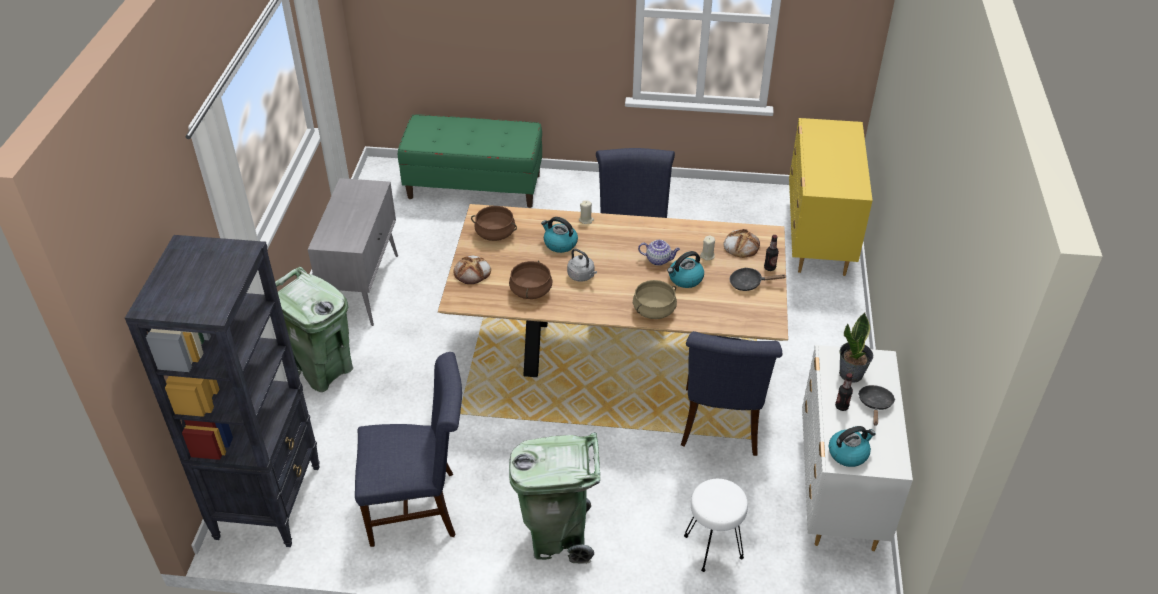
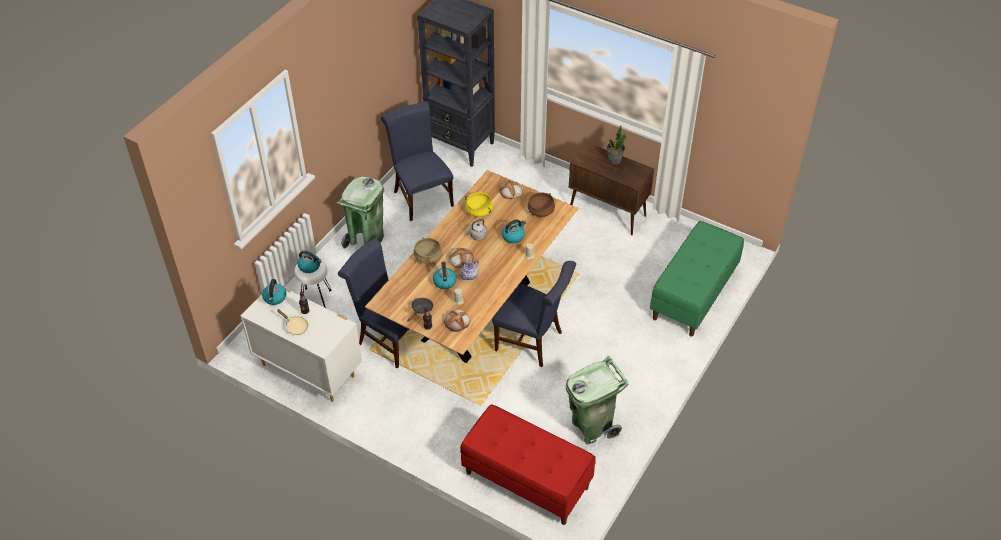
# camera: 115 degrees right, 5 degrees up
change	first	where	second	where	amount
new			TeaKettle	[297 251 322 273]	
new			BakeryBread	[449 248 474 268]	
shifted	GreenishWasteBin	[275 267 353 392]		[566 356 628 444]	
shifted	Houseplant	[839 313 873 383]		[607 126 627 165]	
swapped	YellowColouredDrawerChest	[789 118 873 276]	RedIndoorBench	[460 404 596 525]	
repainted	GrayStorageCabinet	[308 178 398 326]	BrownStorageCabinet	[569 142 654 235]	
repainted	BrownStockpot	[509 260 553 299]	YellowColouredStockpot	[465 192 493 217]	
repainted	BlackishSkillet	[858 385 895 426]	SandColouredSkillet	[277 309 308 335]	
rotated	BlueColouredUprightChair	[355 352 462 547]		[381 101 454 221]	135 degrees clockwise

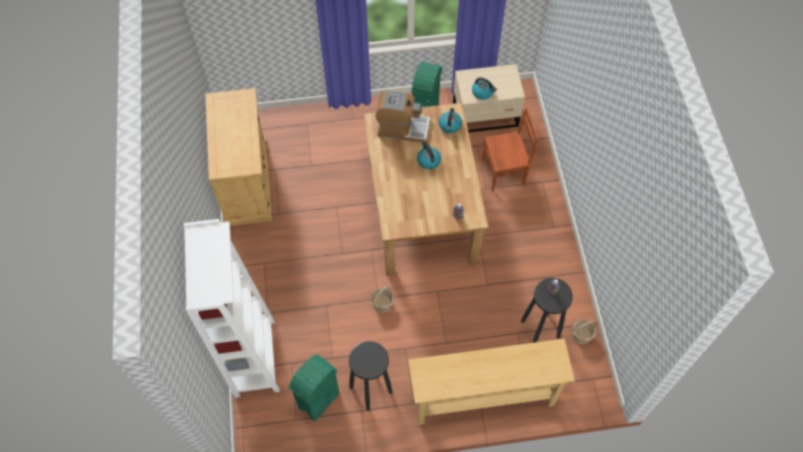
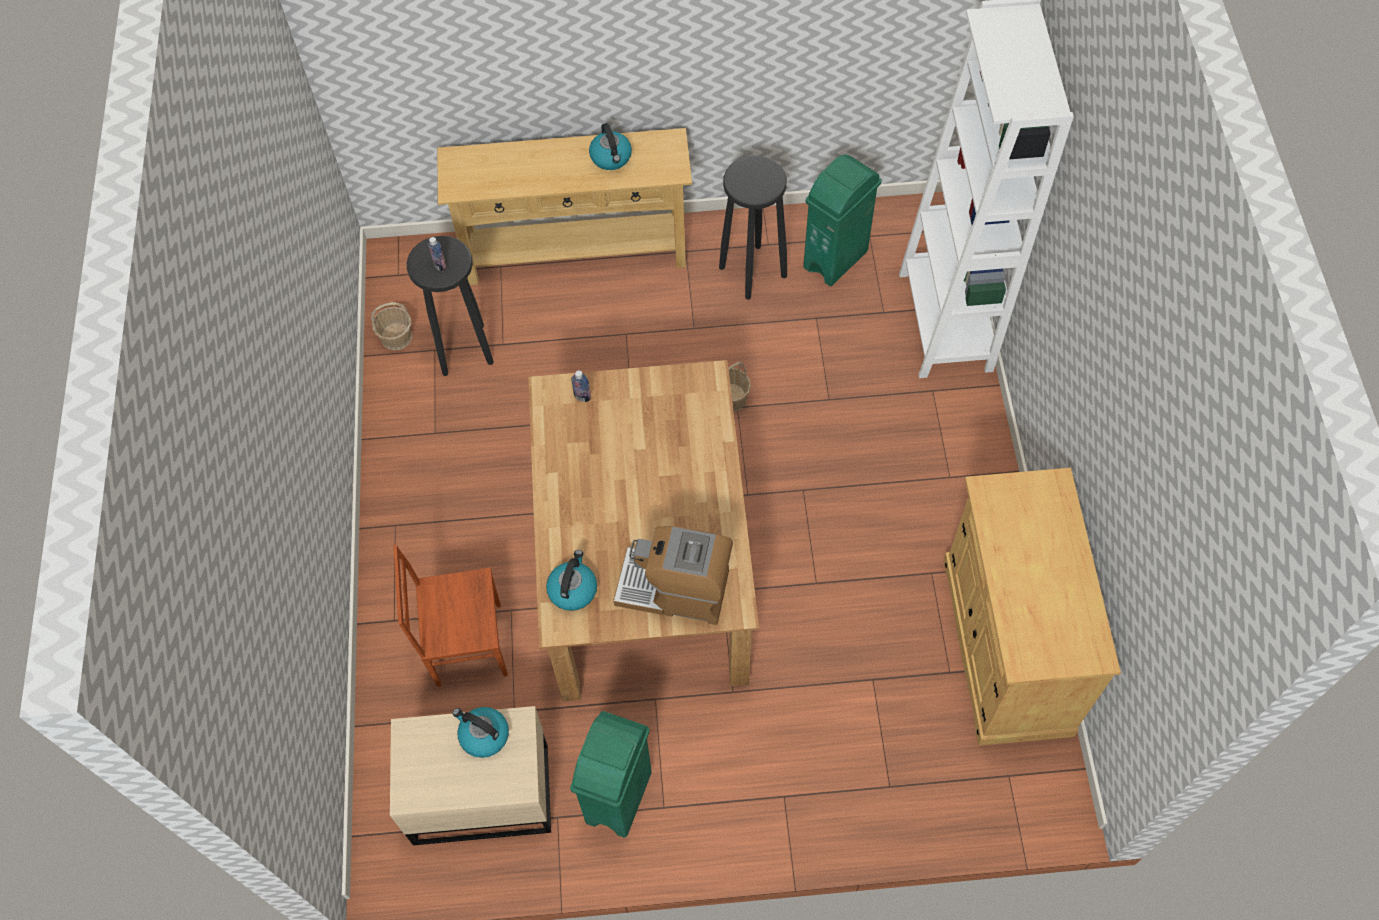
# camera: 175 degrees left, 0 degrees up
change	first	where	second	where	amount
shifted	TeaKettle	[417 141 441 169]		[589 123 632 170]	

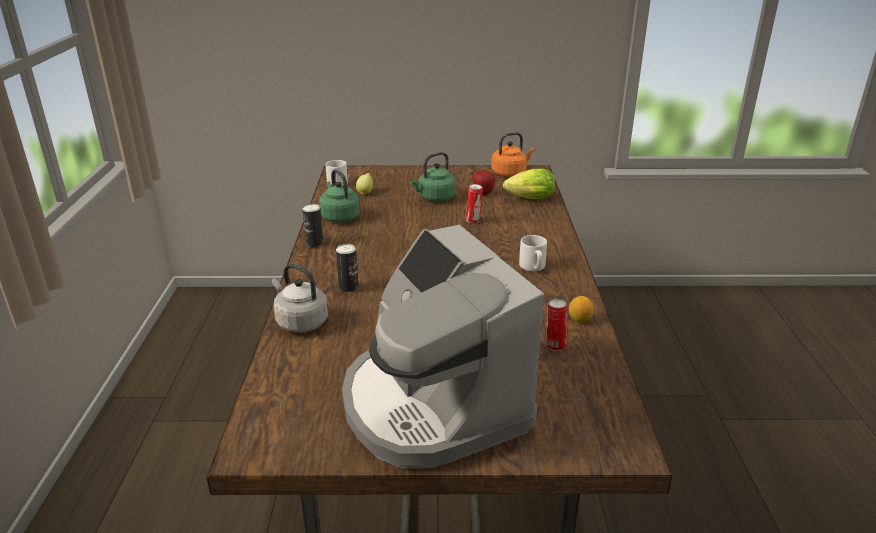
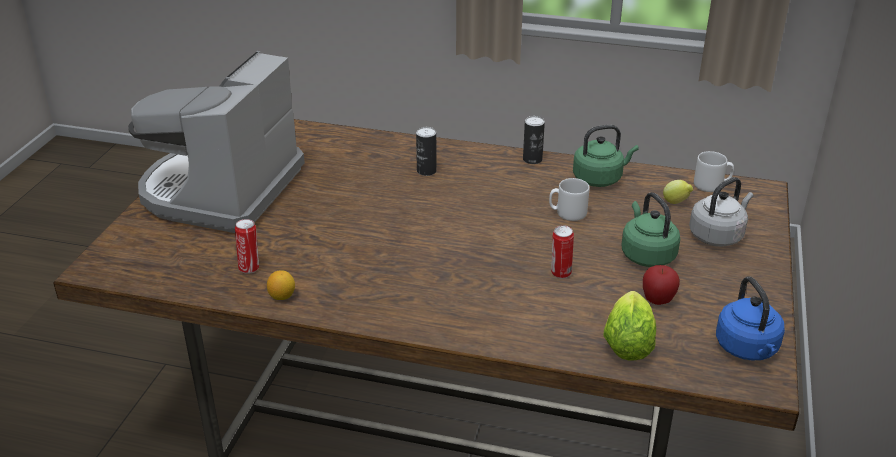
# camera: 105 degrees right, 5 degrees up
change	first	where	second	where	amount
shifted	GrayTeaKettle	[272 263 328 333]		[689 177 754 247]	
shifted	GrayCoffeeMug	[519 235 547 272]		[549 178 590 221]	
repainted	OrangeColouredTeaKettle	[491 132 535 177]	BlueColouredTeaKettle	[716 277 785 361]	
rotated	CoffeeBrewer	[342 225 544 469]		[128 51 305 233]	60 degrees counterclockwise

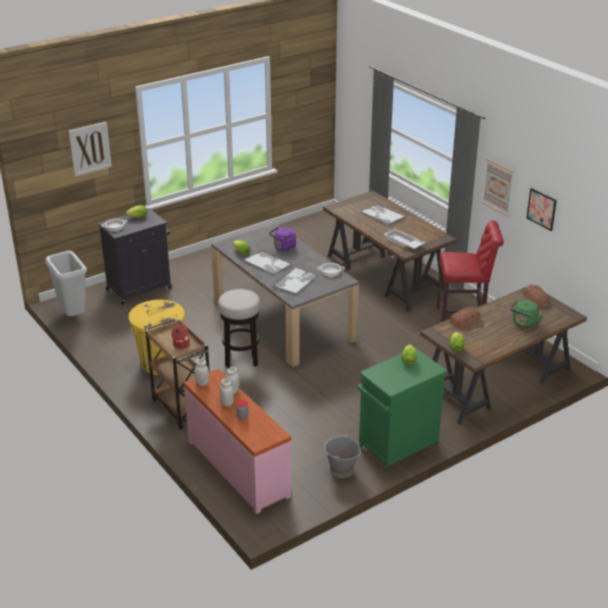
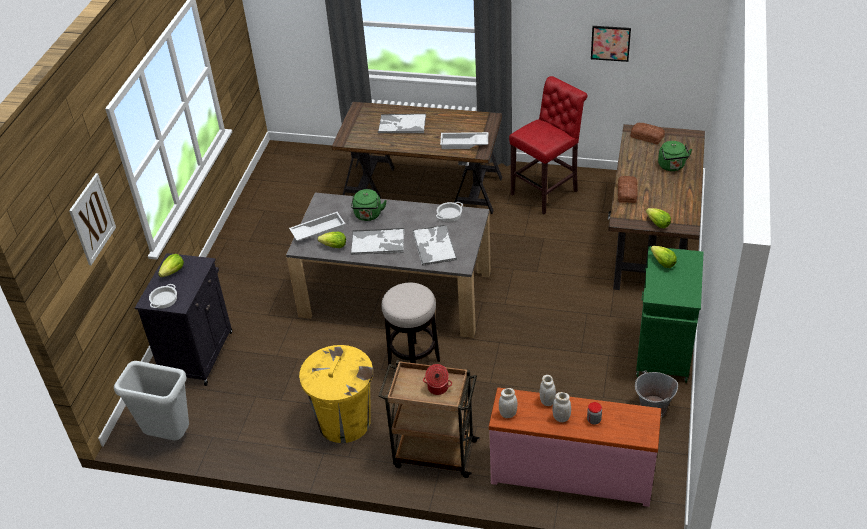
# camera: 40 degrees left, 10 degrees up
change	first	where	second	where	amount
gone	Picture	[481 158 515 216]			
new			WhitishCarryingTray	[289 212 345 241]	
repainted	PurplishTeaKettle	[269 227 296 252]	GreenishTeaKettle	[351 189 387 221]	

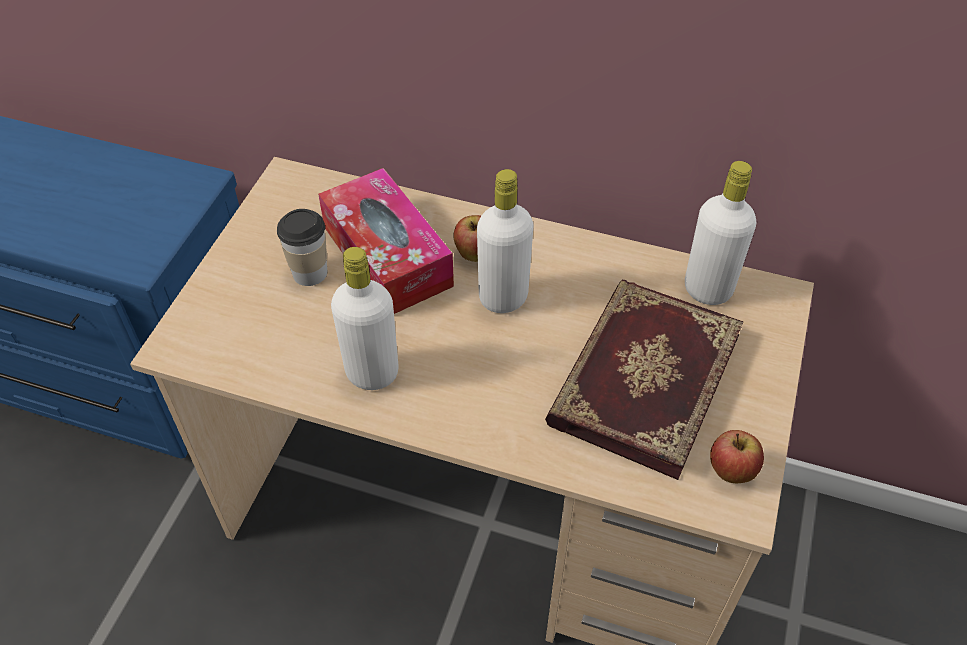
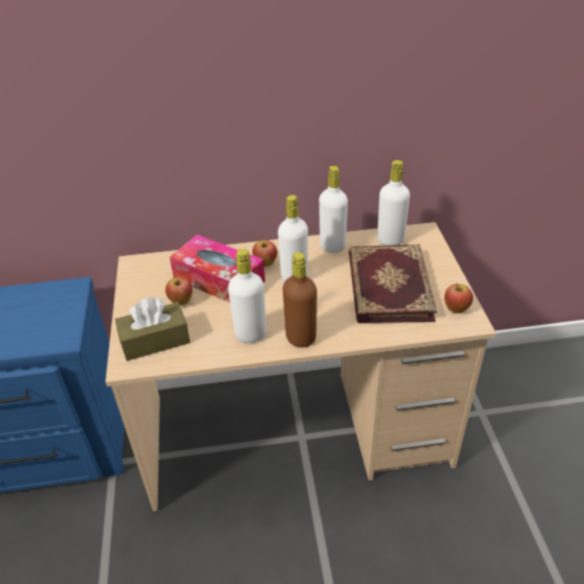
# camera: 25 degrees left, 10 degrees down
change	first	where	second	where	amount
new			BrownBoxOfTissues	[115 298 190 361]	
new			BrownBottle	[283 252 317 348]	
new			WhitishBottle	[319 166 348 253]	
swapped	DrinkingCup	[277 209 327 286]	AppleFruit	[165 277 192 305]	

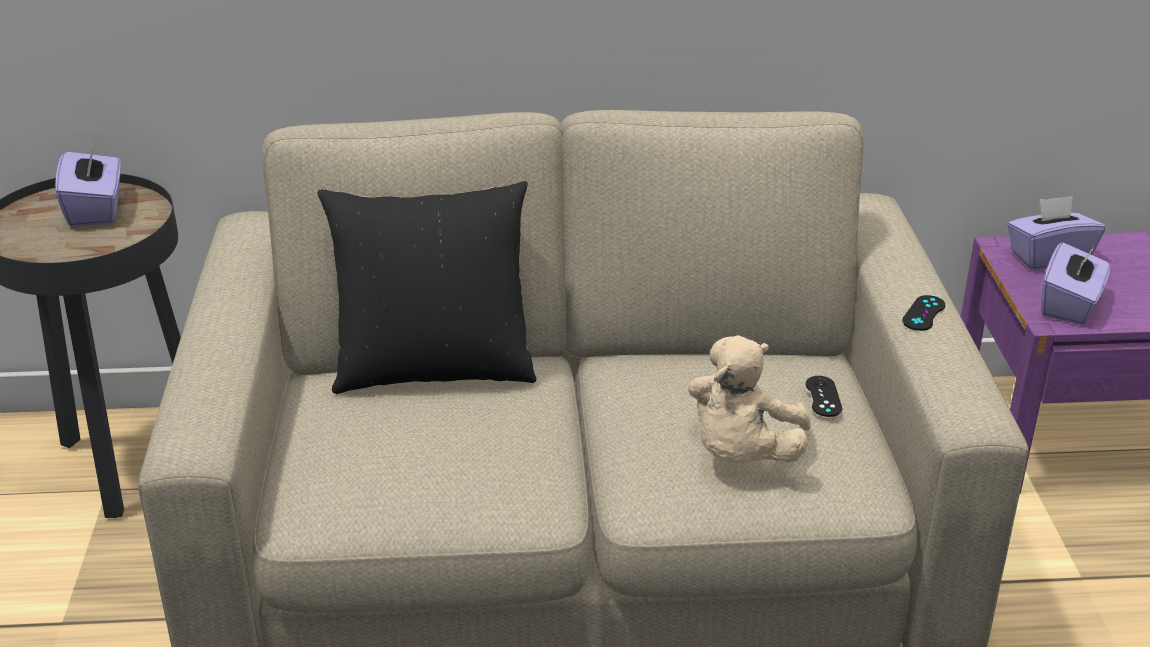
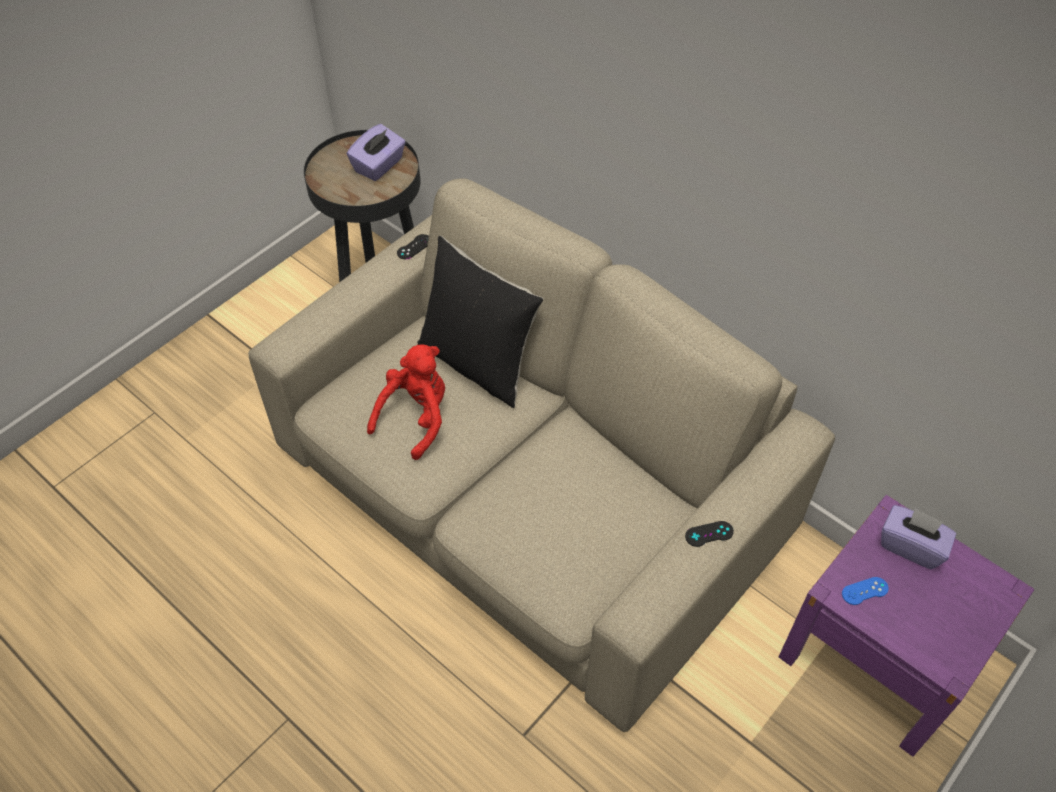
# camera: 45 degrees right, 20 degrees up
change	first	where	second	where	amount
gone	SandColouredPlushToy	[688 335 811 463]			
new			RedPlushToy	[367 344 445 460]	
shifted	BlackishJoypad	[806 376 842 417]		[397 234 429 259]	
swapped	PurplishBoxOfTissues	[1041 243 1110 325]	BlueColouredJoypad	[842 577 889 605]	

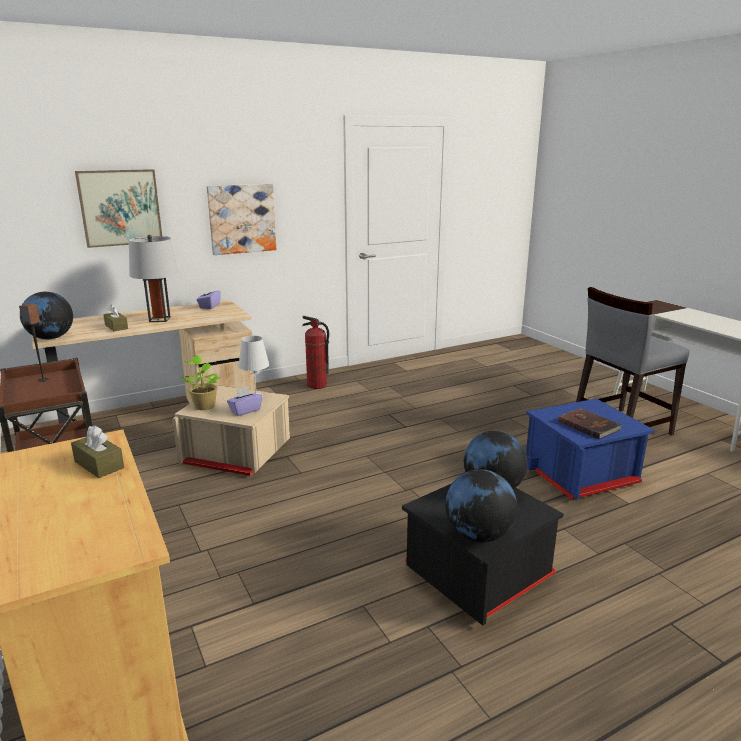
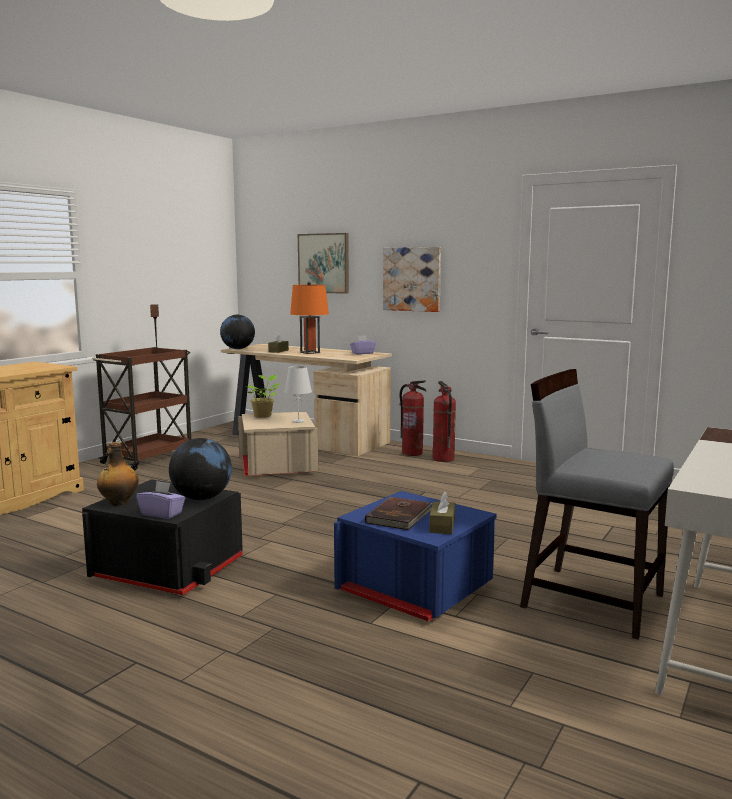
# camera: 60 degrees right, 10 degrees down
change	first	where	second	where	amount
new			Extinguisher	[399 380 426 456]	
shifted	BrownBoxOfTissues	[71 425 124 478]		[429 492 455 534]	
shifted	PurplishBoxOfTissues	[227 386 262 416]		[136 481 185 519]	
swapped	DeskGlobe	[445 469 517 542]	Bottle	[97 442 139 506]	
repainted	GrayLampForATable	[129 235 178 322]	OrangeColouredLampForATable	[290 281 329 354]	

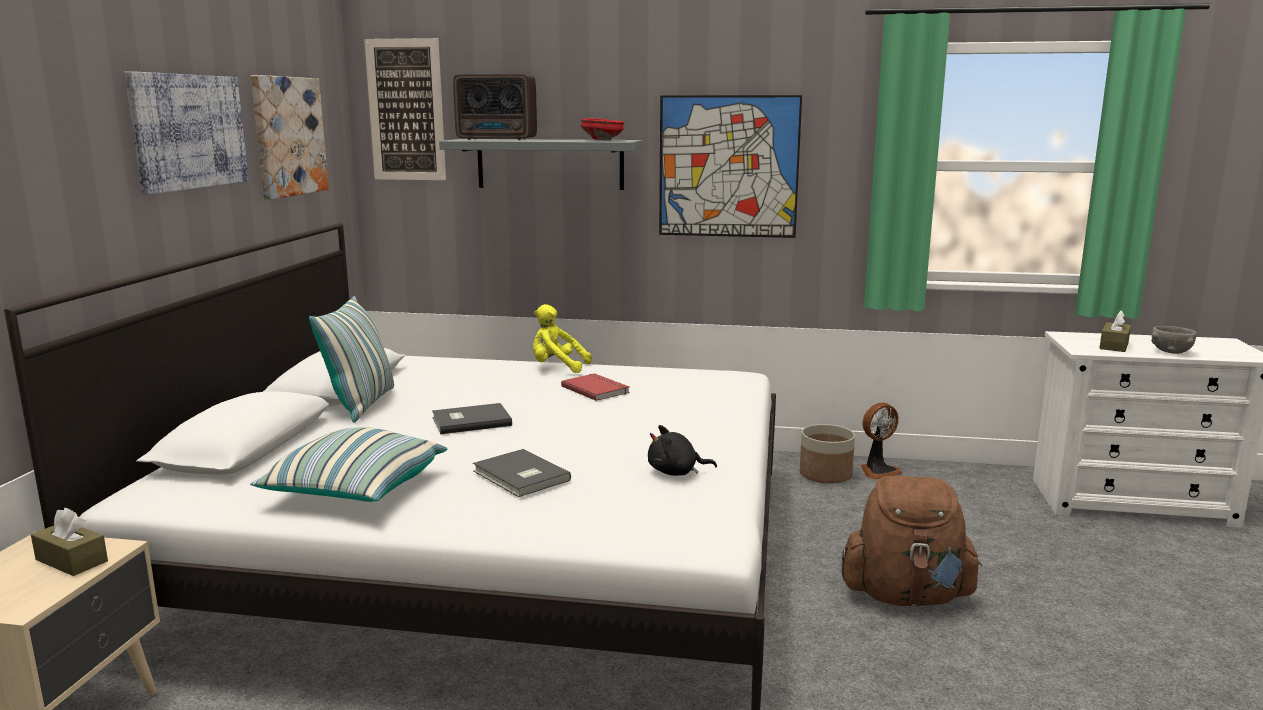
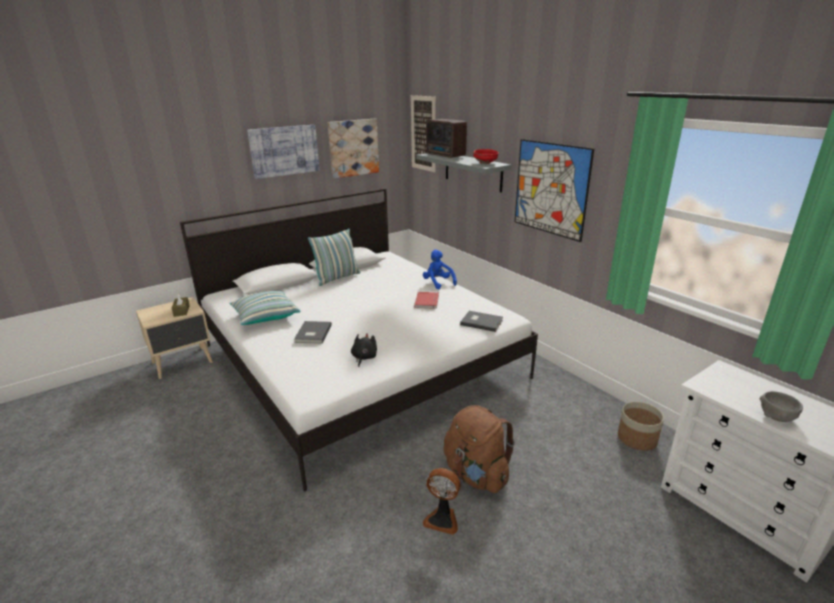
# camera: 45 degrees right, 10 degrees up
change	first	where	second	where	amount
gone	BrownBoxOfTissues	[1099 310 1131 352]			
shifted	GrayBook	[432 403 512 434]		[460 311 503 332]	
shifted	PlantPot	[800 424 855 484]		[618 402 664 451]	
shifted	Fan	[861 402 903 480]		[423 468 461 535]	
repainted	YellowColouredPlushToy	[533 304 592 373]	BlueColouredPlushToy	[423 250 457 289]	
rotated	BlackishPlushToy	[648 425 717 476]		[351 333 377 367]	60 degrees clockwise

